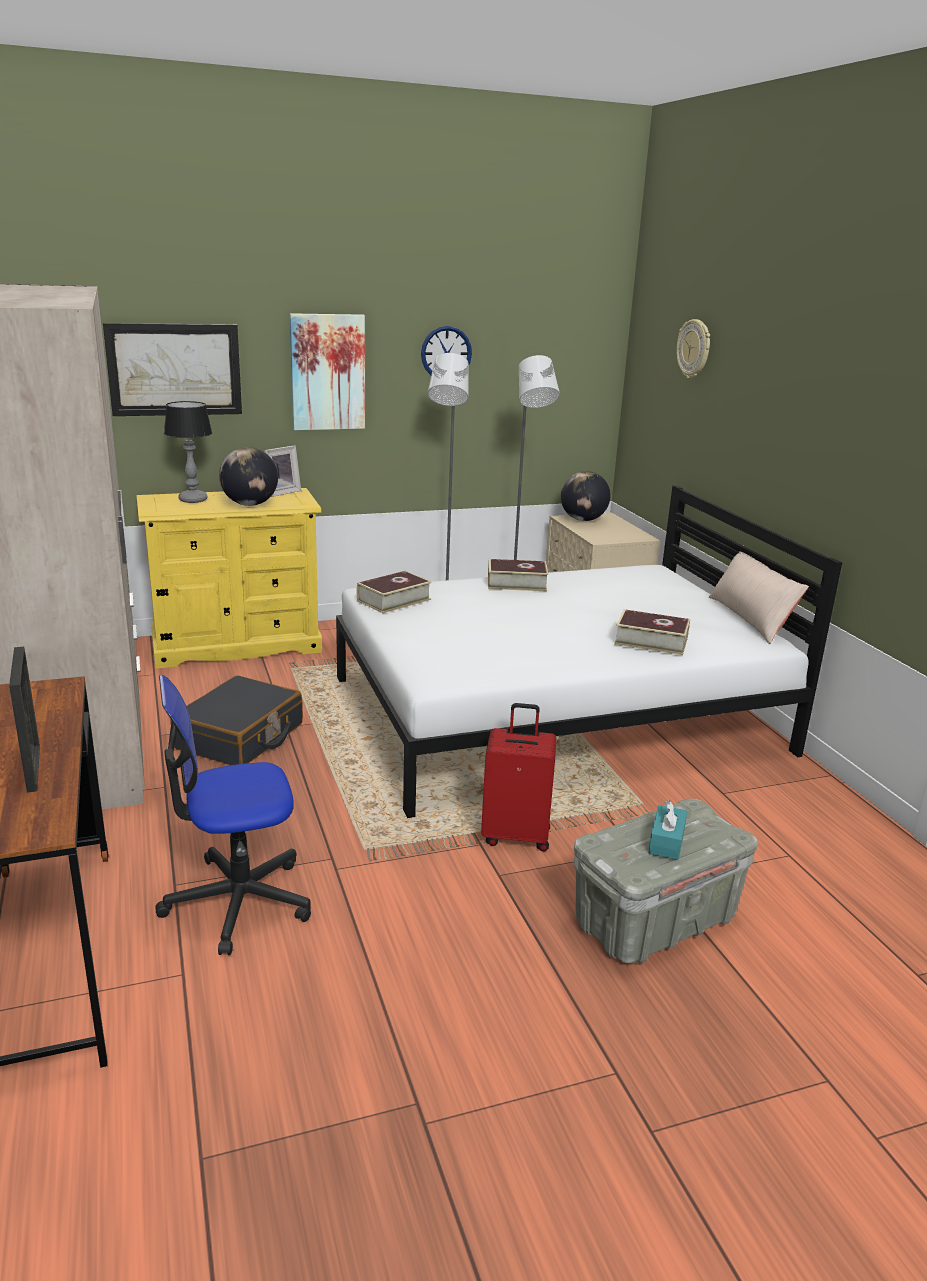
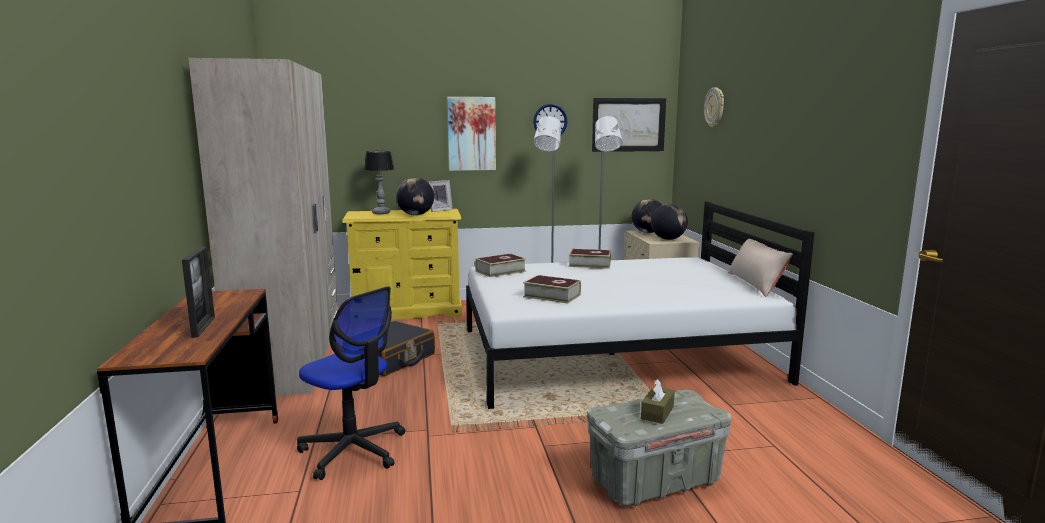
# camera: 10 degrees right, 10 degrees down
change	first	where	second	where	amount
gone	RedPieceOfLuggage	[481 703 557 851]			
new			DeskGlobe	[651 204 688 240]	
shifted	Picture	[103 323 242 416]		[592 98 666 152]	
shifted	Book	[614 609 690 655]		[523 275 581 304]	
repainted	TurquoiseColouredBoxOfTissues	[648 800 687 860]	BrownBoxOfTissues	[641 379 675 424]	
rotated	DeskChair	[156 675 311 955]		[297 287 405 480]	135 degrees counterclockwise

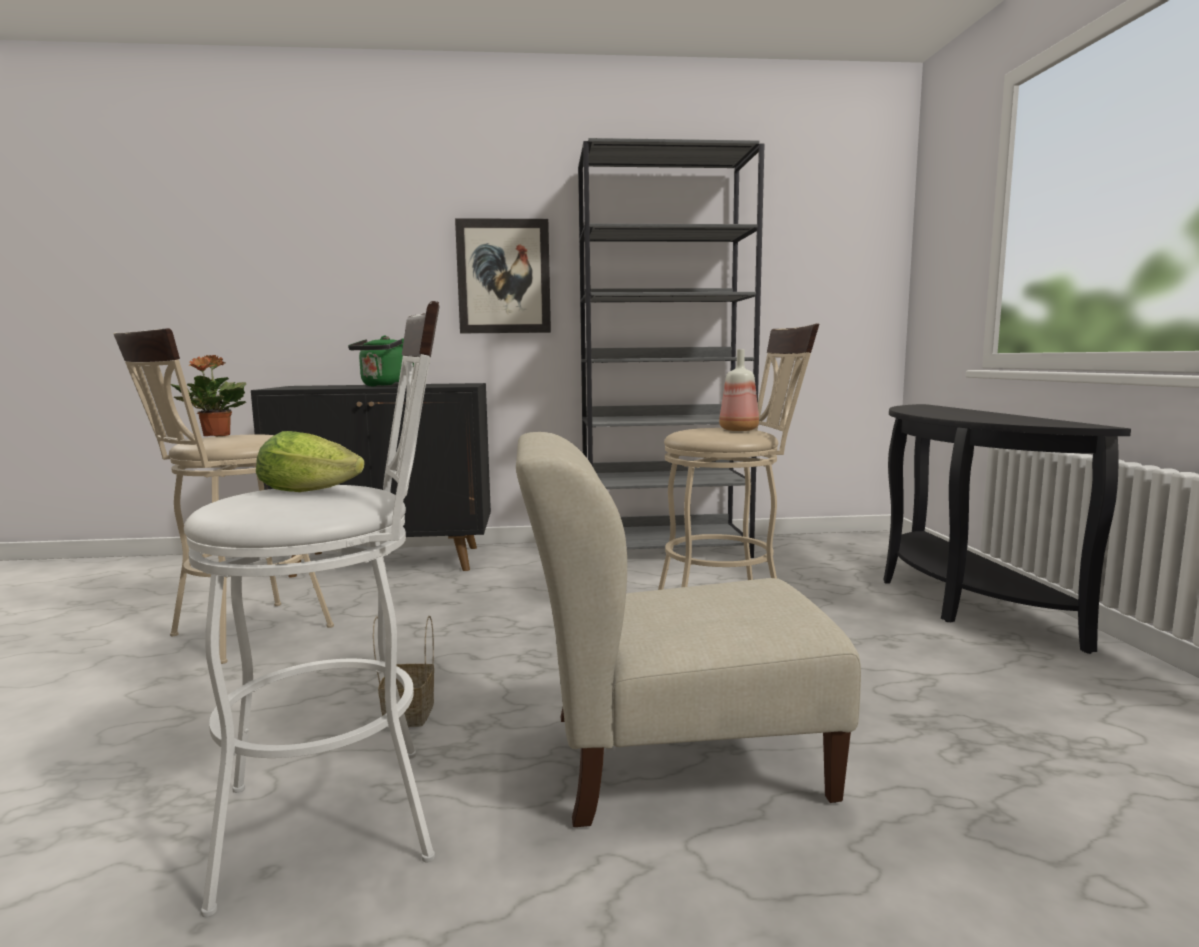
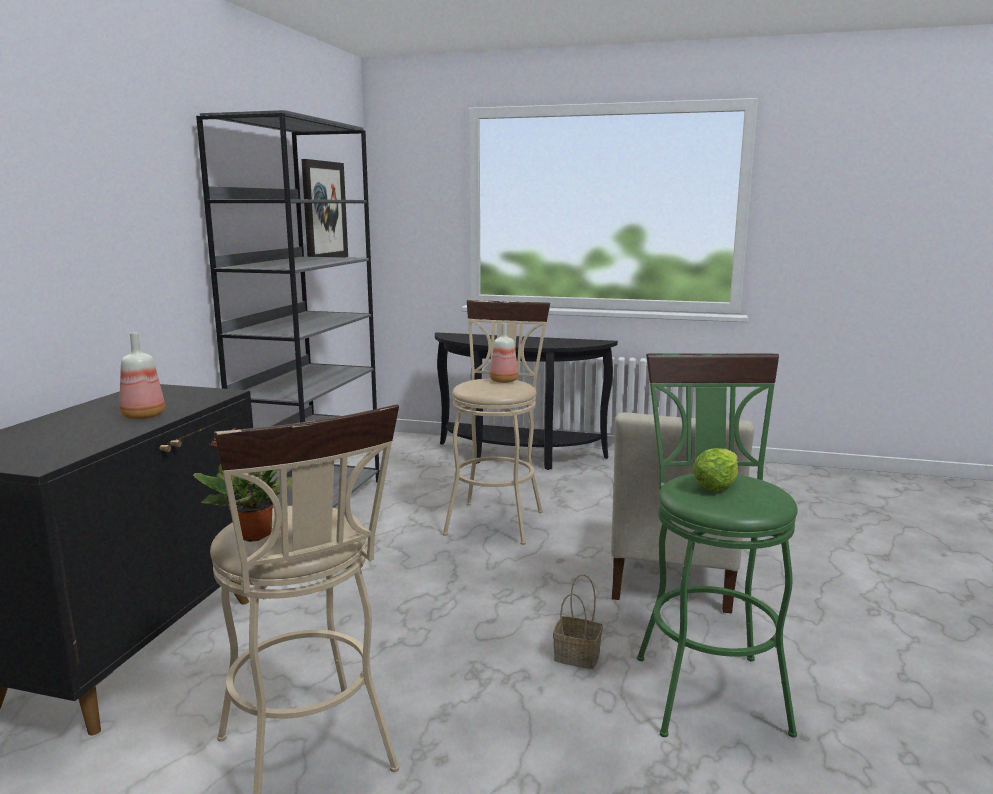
# camera: 70 degrees left, 5 degrees up
change	first	where	second	where	amount
shifted	Picture	[455 218 551 333]		[301 159 348 257]	
swapped	GreenishTeaKettle	[348 336 414 387]	Bottle	[119 332 165 420]	
repainted	WhitishStool	[184 301 440 917]	GreenishStool	[637 354 798 738]	

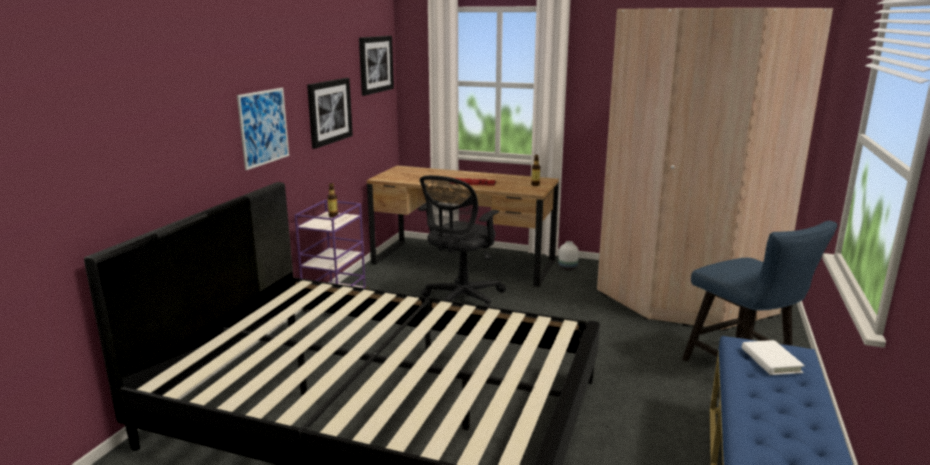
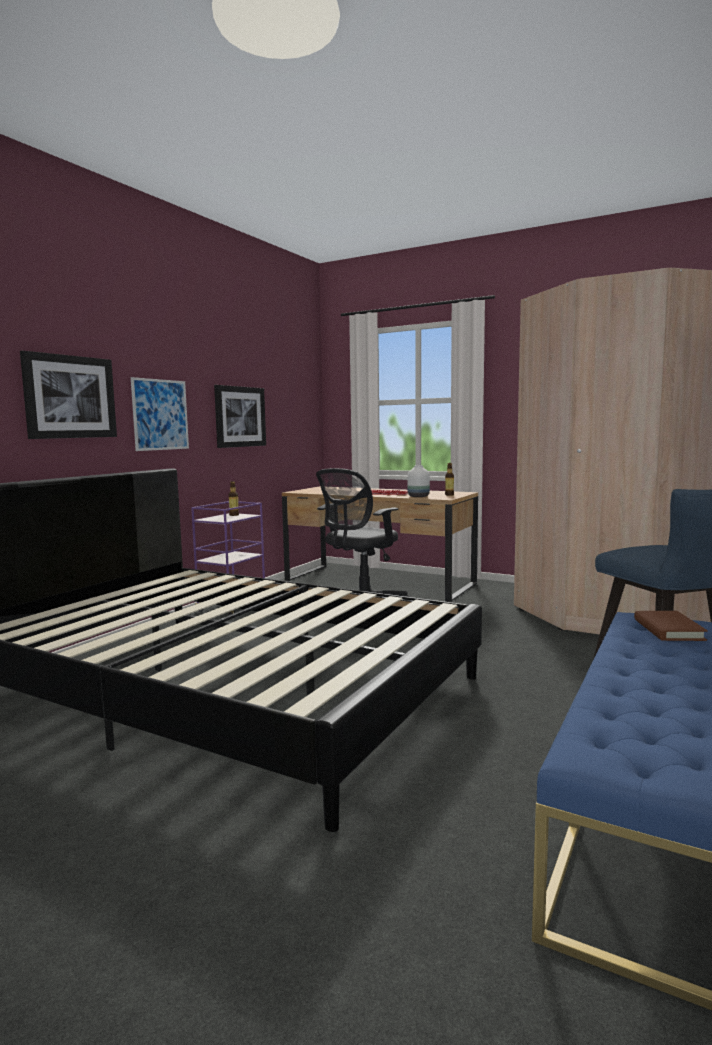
# camera: 10 degrees right, 10 degrees down
change	first	where	second	where	amount
shifted	Picture	[359 36 394 96]		[20 351 117 439]	
shifted	WhitishVase	[558 241 579 270]		[407 465 430 497]	
repainted	WhitishBook	[742 340 805 375]	BrownBook	[634 611 708 641]	

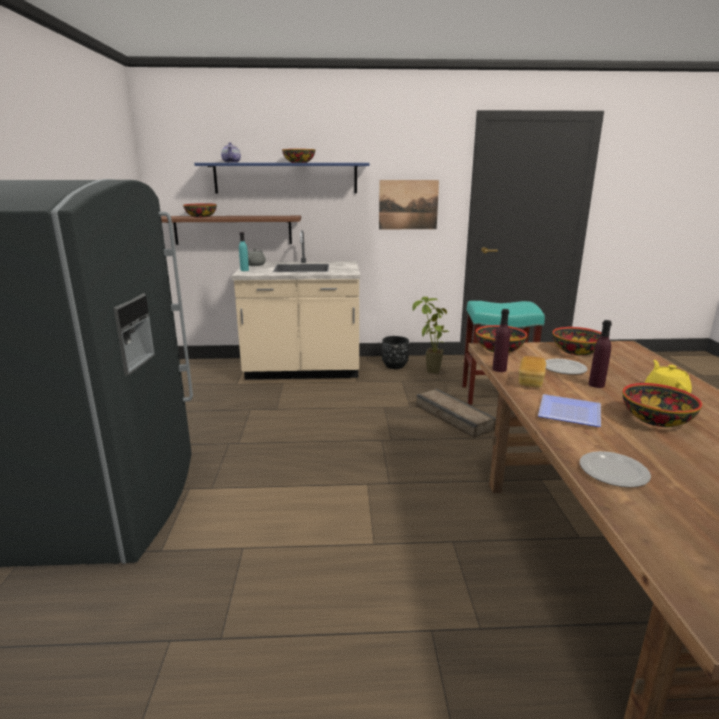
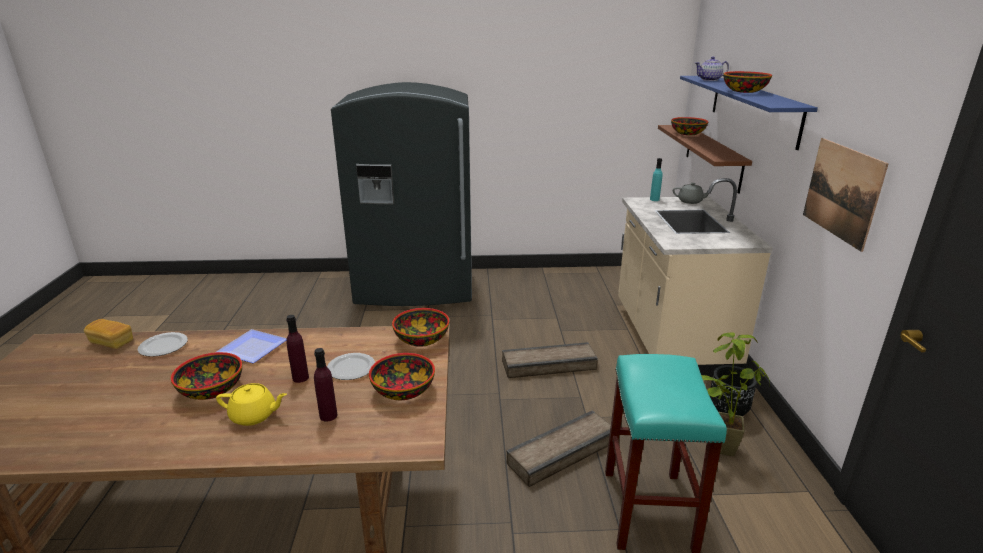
# camera: 90 degrees right, 5 degrees up
change	first	where	second	where	amount
new			PackingCrate	[502 342 598 378]	
shifted	PurplishBottle	[492 309 510 372]		[314 348 338 422]	
shifted	BakeryBread	[519 356 546 388]		[84 319 133 349]	

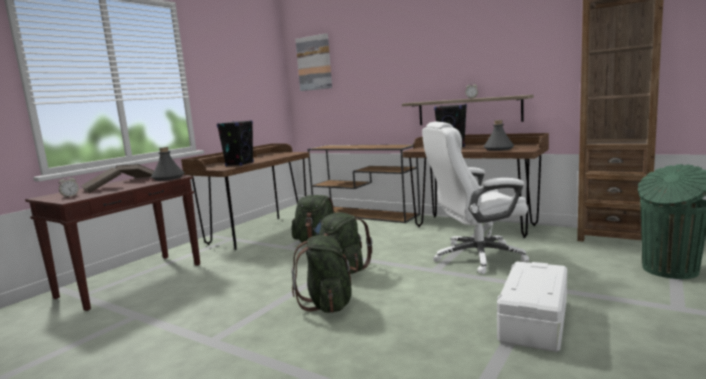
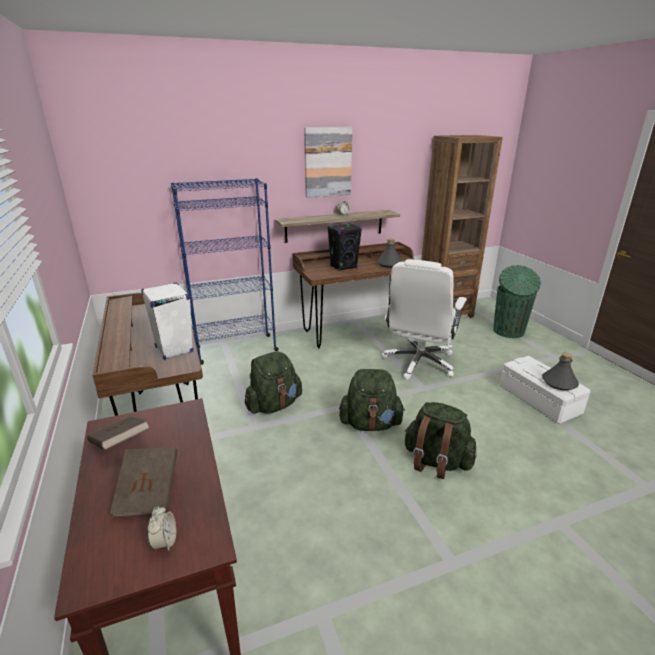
# camera: 55 degrees left, 15 degrees up
change	first	where	second	where	amount
shifted	GrayBottle	[151 147 184 181]		[542 353 579 390]	
shifted	Picture	[295 33 332 91]		[304 127 352 198]	
swapped	BrownNarrowTable	[308 144 420 223]	BlueColouredShelvingUnit	[171 178 279 365]	
repainted	BlackishAudioSpeaker	[217 120 254 166]	WhitishAudioSpeaker	[141 282 193 360]	

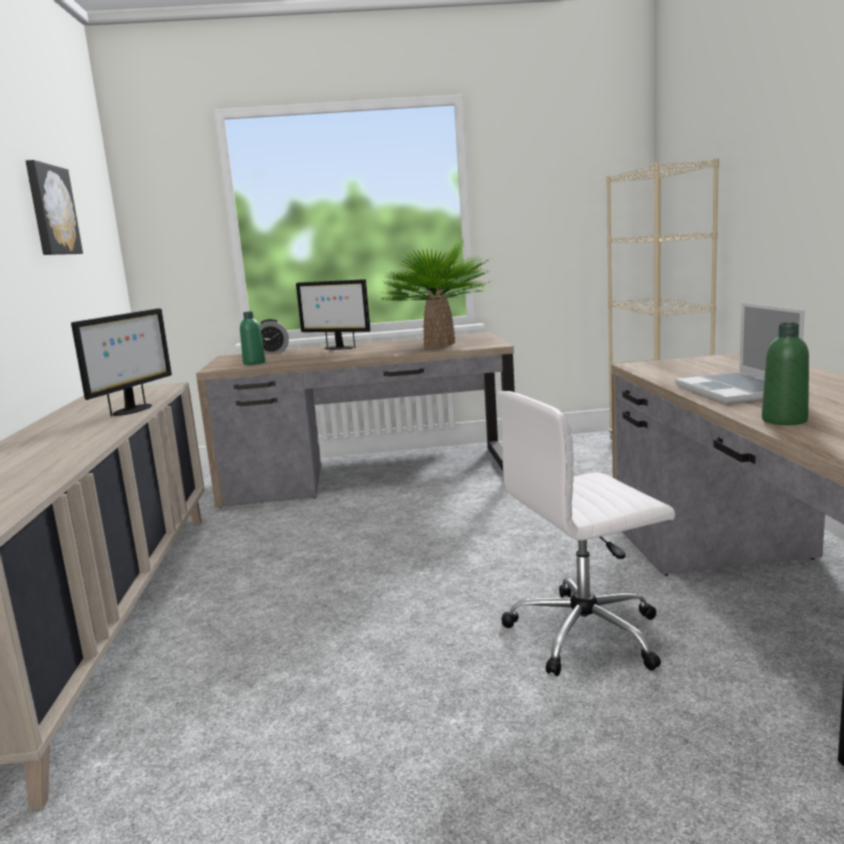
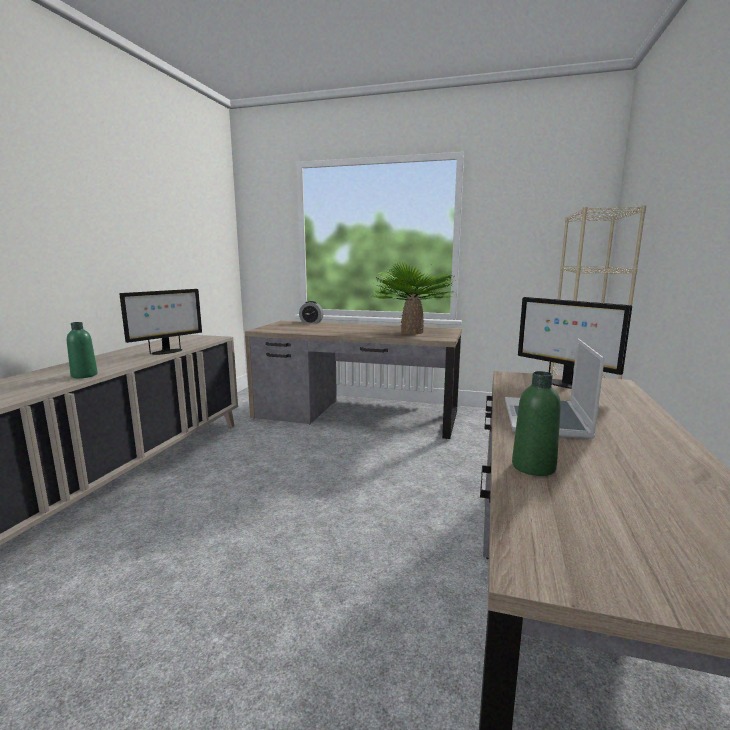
# camera: 20 degrees right, 0 degrees up
change	first	where	second	where	amount
gone	Picture	[26 160 83 255]			
gone	WhitishDeskChair	[498 391 675 676]			
shifted	GreenishBottle	[240 311 265 365]		[67 322 98 378]	
shifted	ComputerDisplay	[296 279 370 350]		[518 297 632 389]	

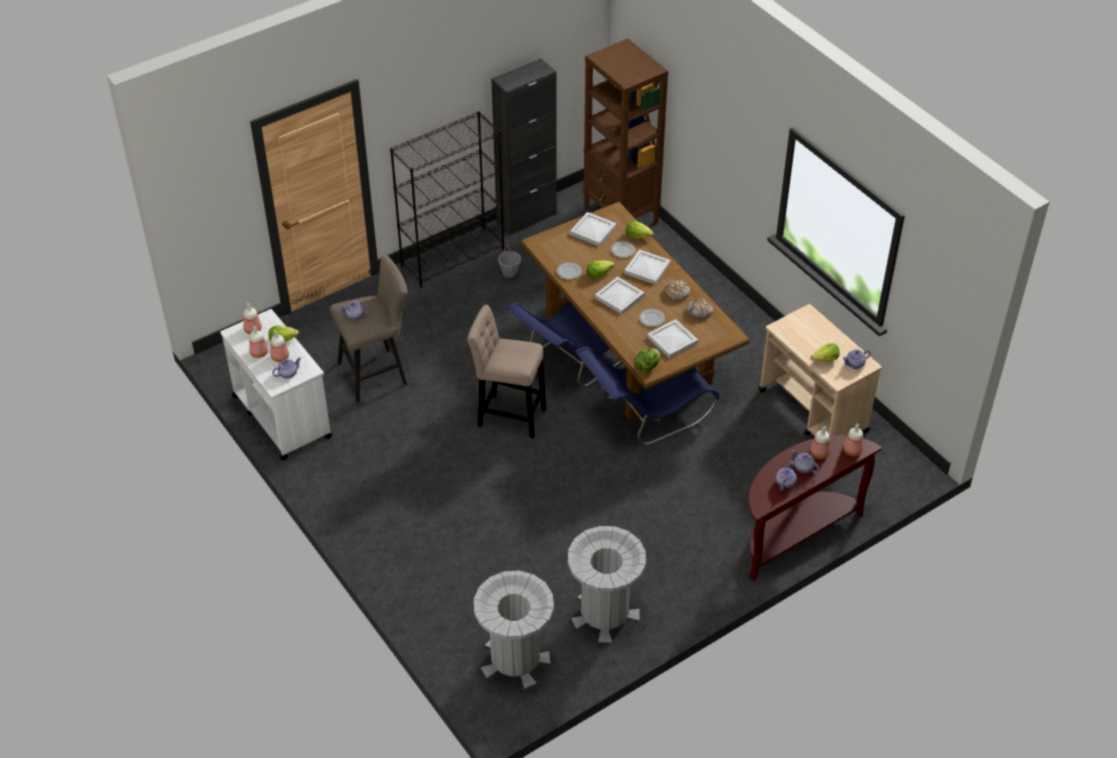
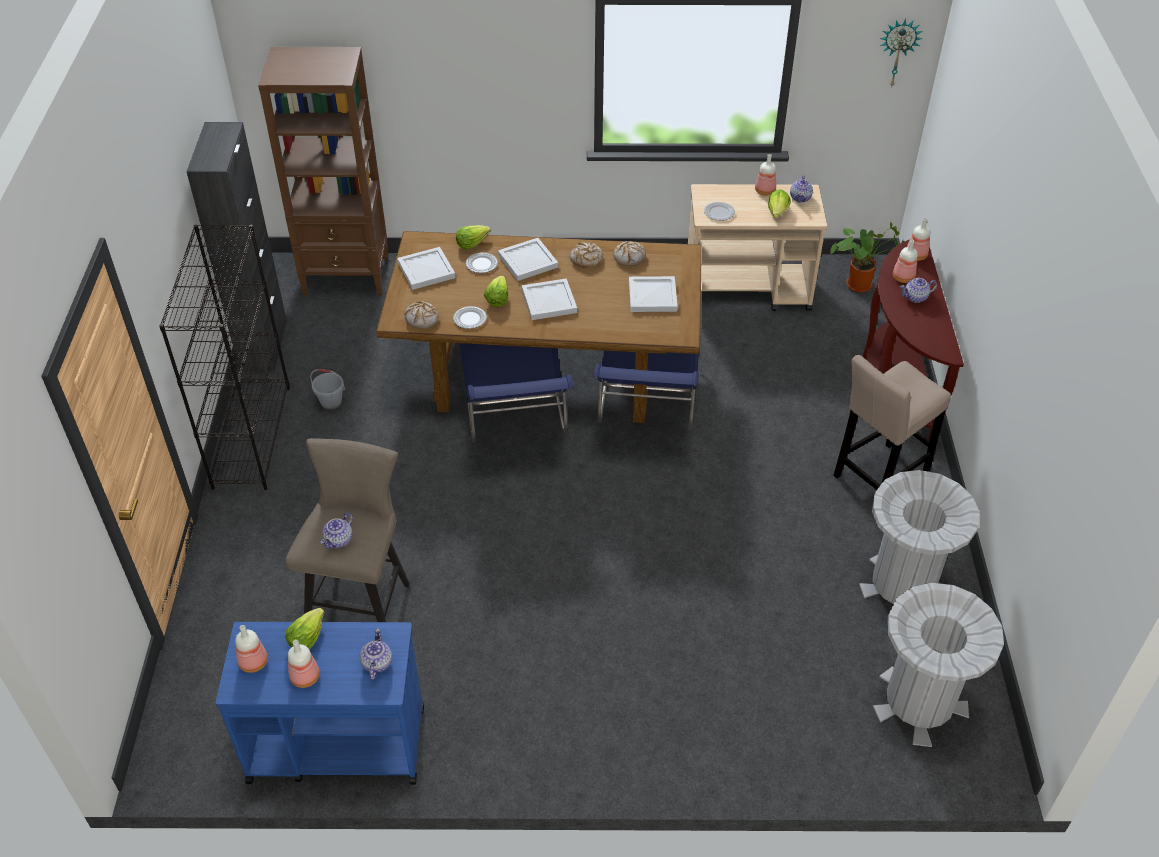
# camera: 55 degrees left, 0 degrees up
change	first	where	second	where	amount
gone	LettuceHead	[634 348 660 372]			
gone	Teapot	[776 461 797 491]			
new			BakeryBread	[405 301 439 329]	
new			Houseplant	[830 222 904 292]	
new			ClockOnTheWall	[880 19 923 88]	
shifted	Bottle	[271 330 289 362]		[755 154 776 196]	
shifted	SandColouredStool	[467 305 546 438]		[833 355 951 490]	
shifted	DinnerPlate	[639 309 665 327]		[704 202 735 221]	
repainted	WhitishCart	[220 309 332 461]	BlueColouredCart	[215 622 424 785]	

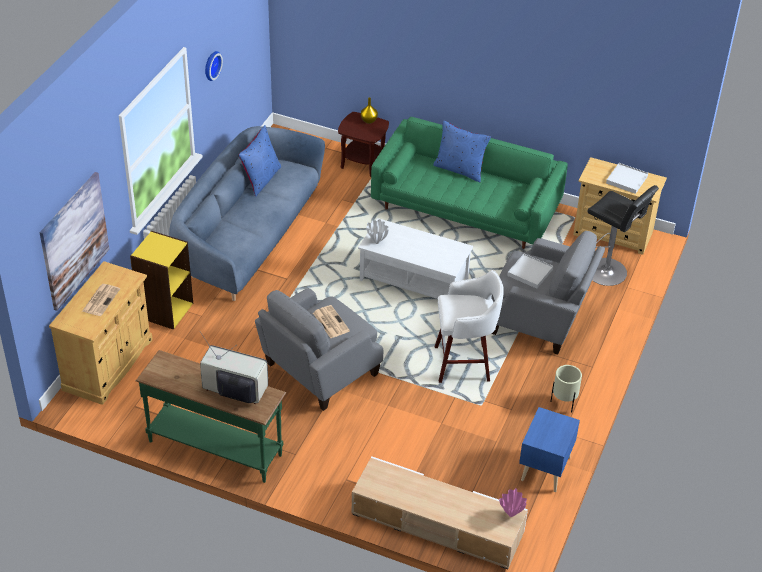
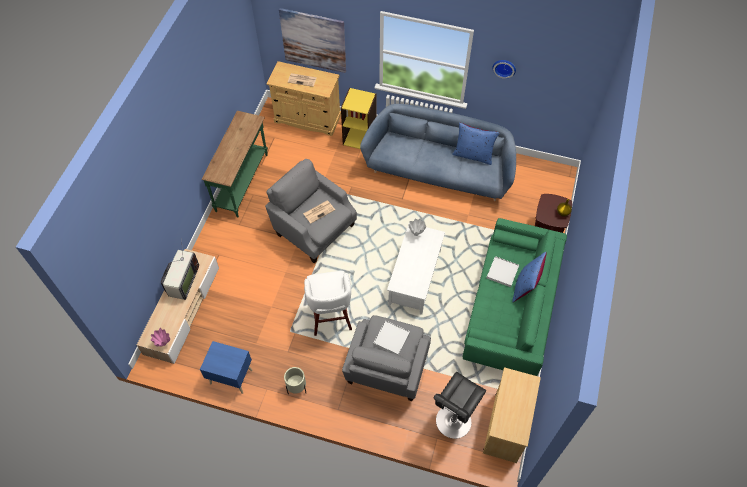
# camera: 85 degrees right, 15 degrees up
change	first	where	second	where	amount
shifted	Television	[200 332 268 404]		[161 250 199 300]	
shifted	WhitishCarryingTray	[606 163 648 194]		[487 256 519 287]	

